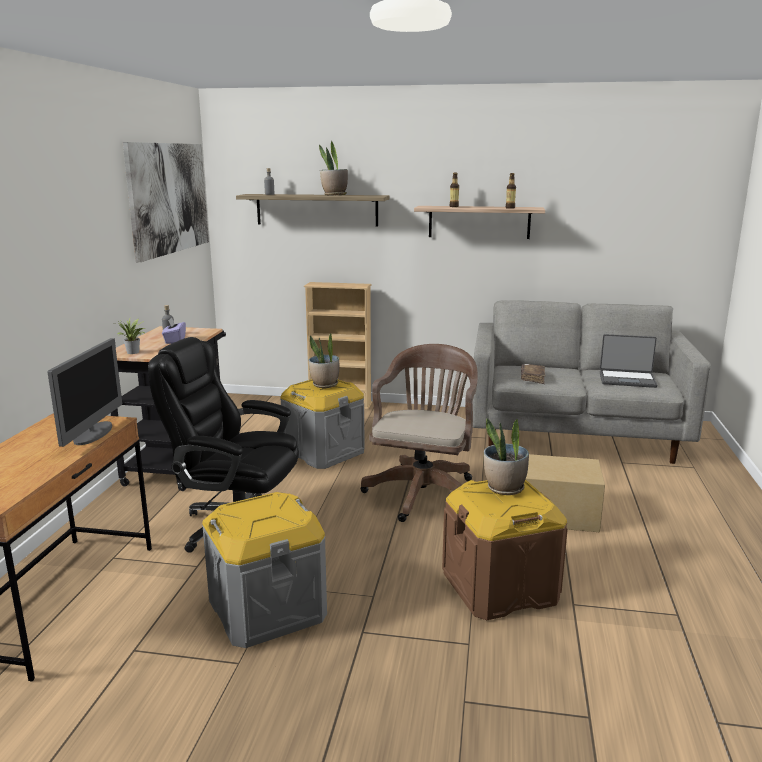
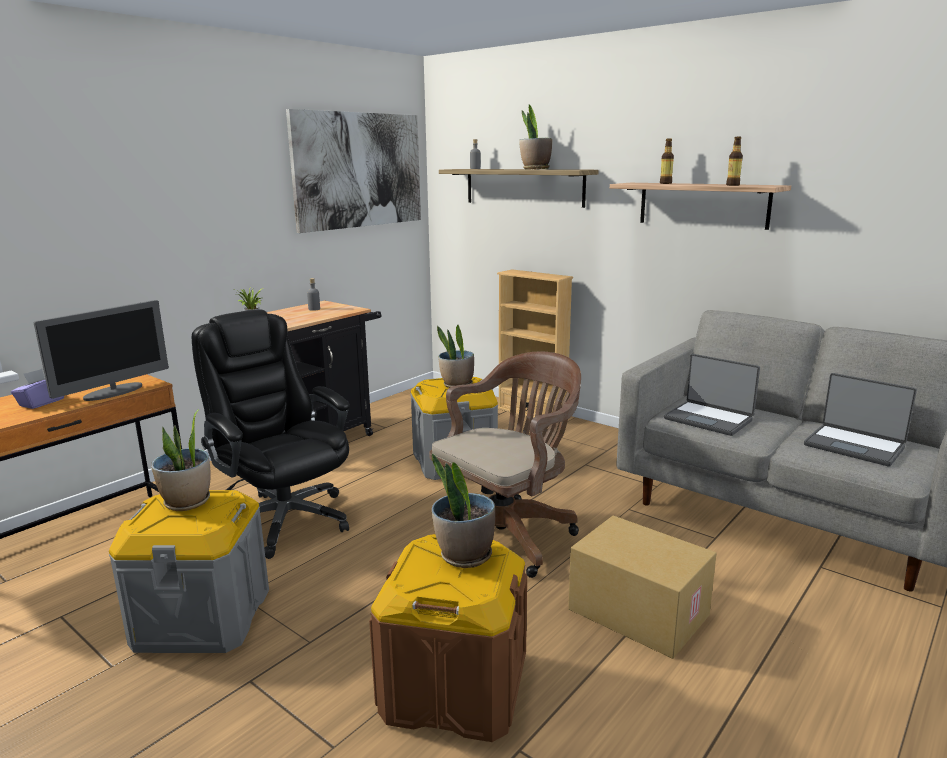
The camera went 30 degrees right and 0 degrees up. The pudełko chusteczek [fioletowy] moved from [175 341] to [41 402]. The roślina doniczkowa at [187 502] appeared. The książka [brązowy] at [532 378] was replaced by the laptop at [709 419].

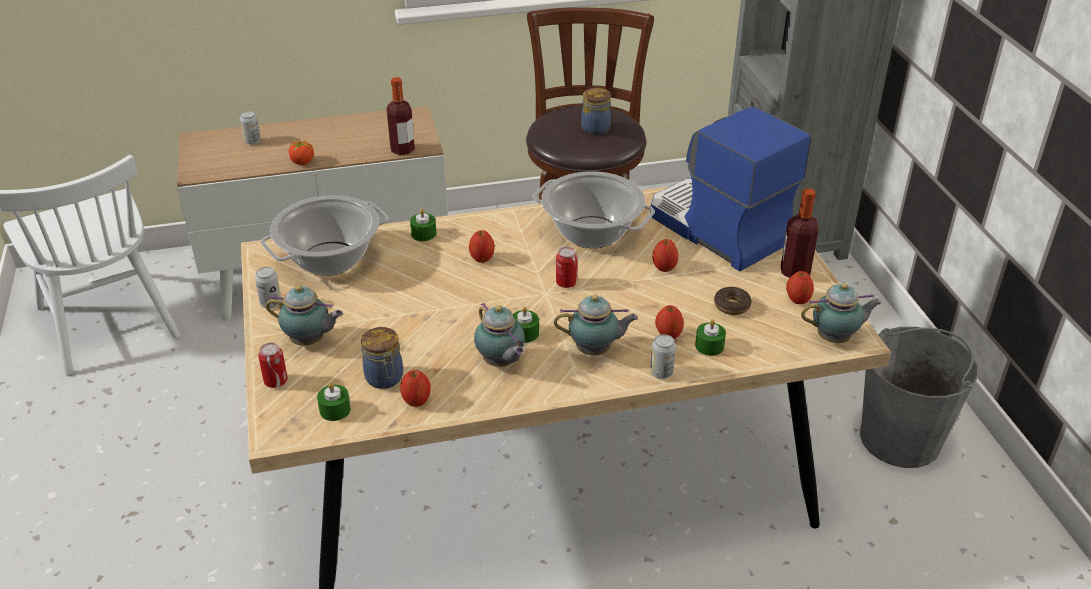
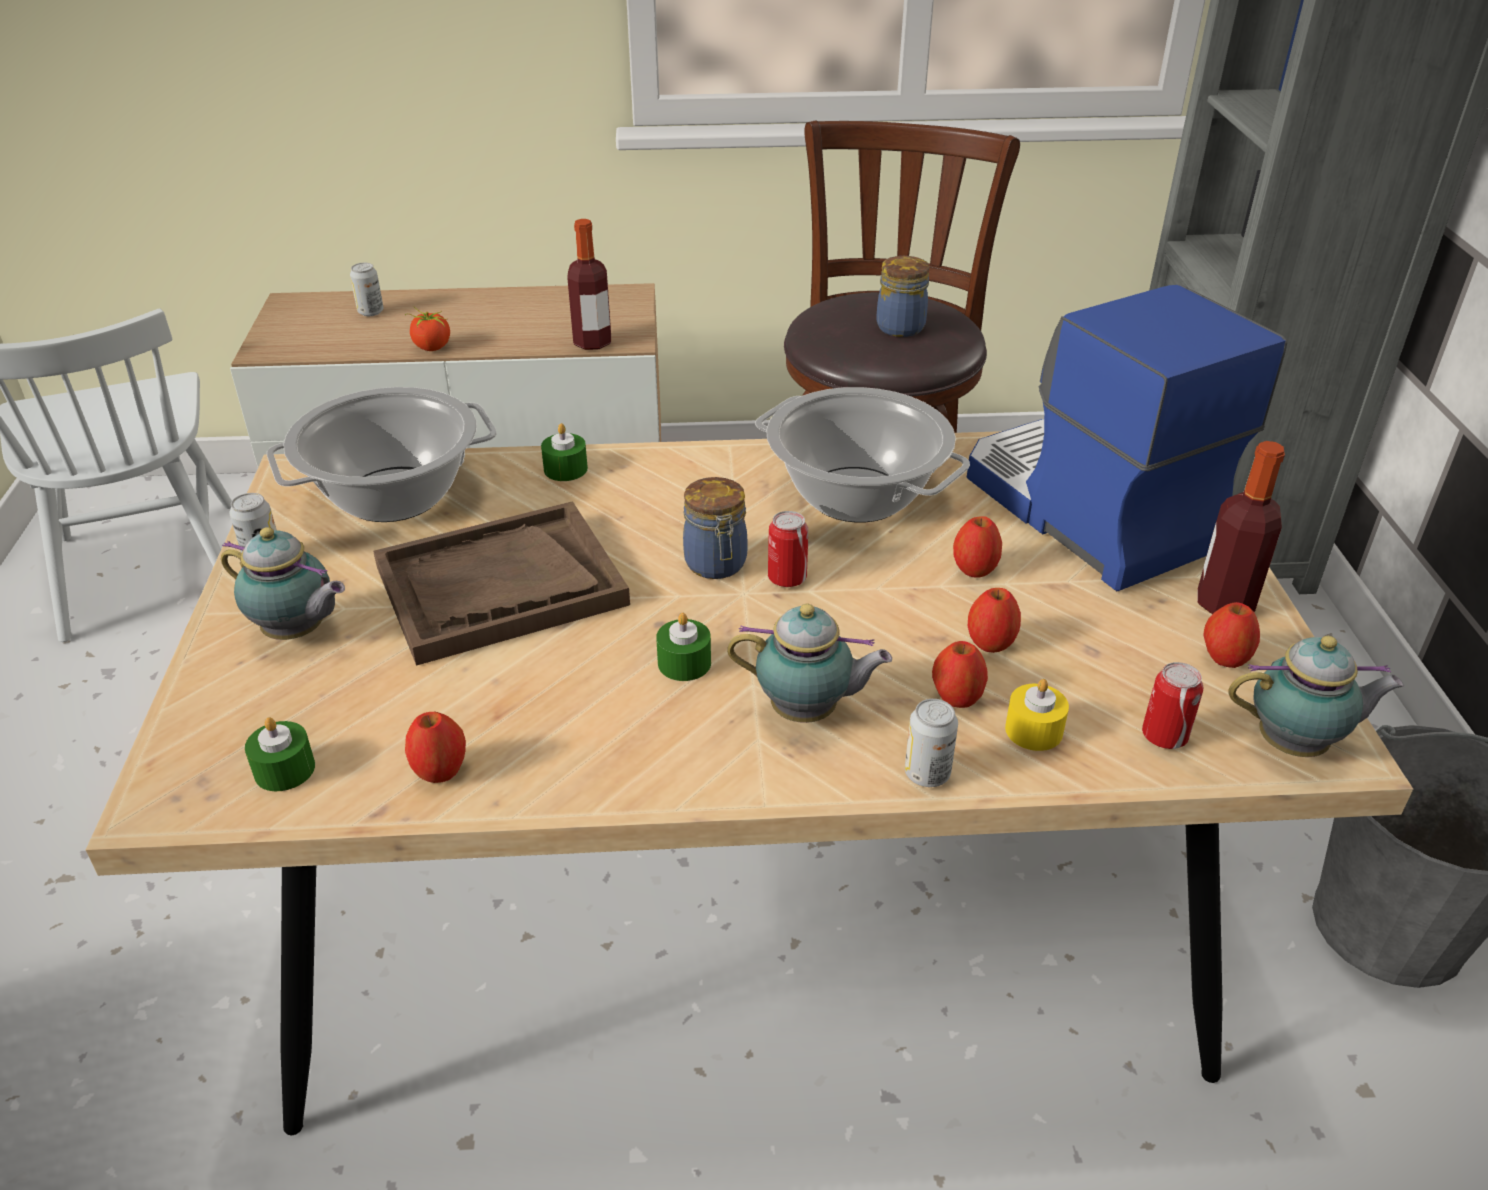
The camera went 10 degrees right and 0 degrees up. The taca [brązowy] at [500 586] appeared. The słoik moved from [385 379] to [716 565]. The jabłko moved from [482 258] to [991 643]. The świeca [zielony] at [709 346] became the świeca [żółty] at [1033 730]. The puszka moved from [276 381] to [1164 736]. The imbryk at [501 363] disappeared. The donut at [732 305] disappeared.

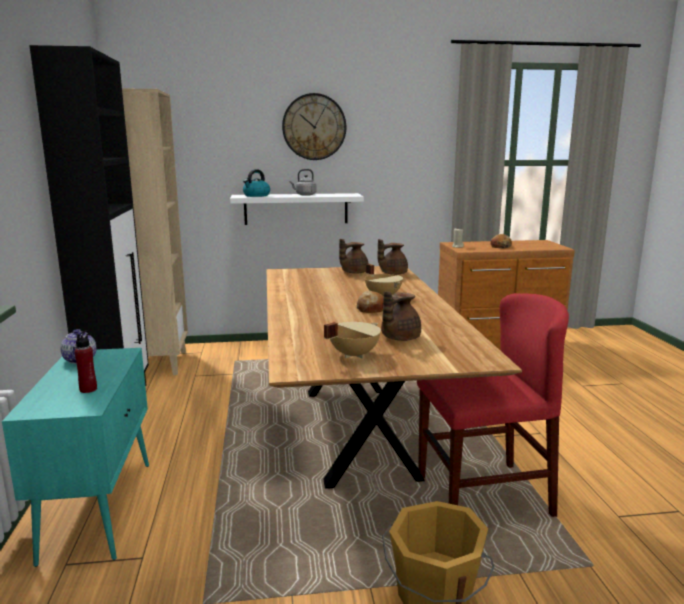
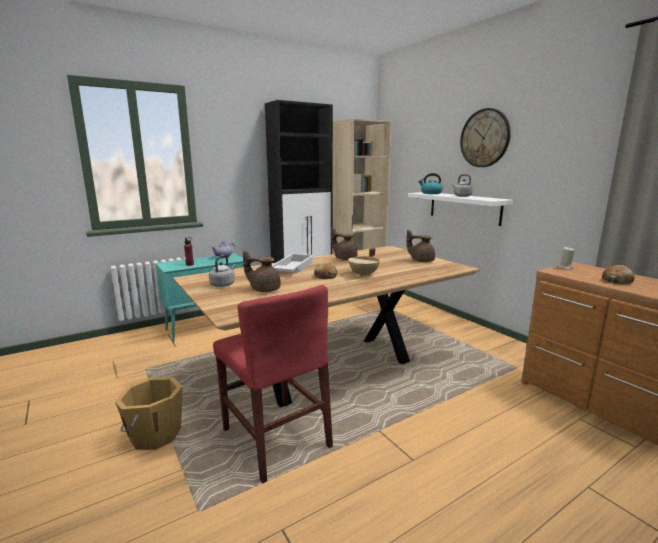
The camera went 65 degrees right and 0 degrees up. The garnek [beżowy] at [353 354] was replaced by the czajnik [szary] at [223 284]. The taca [biały] at [291 268] appeared. The imbryk [brązowy] moved from [392 273] to [345 258].

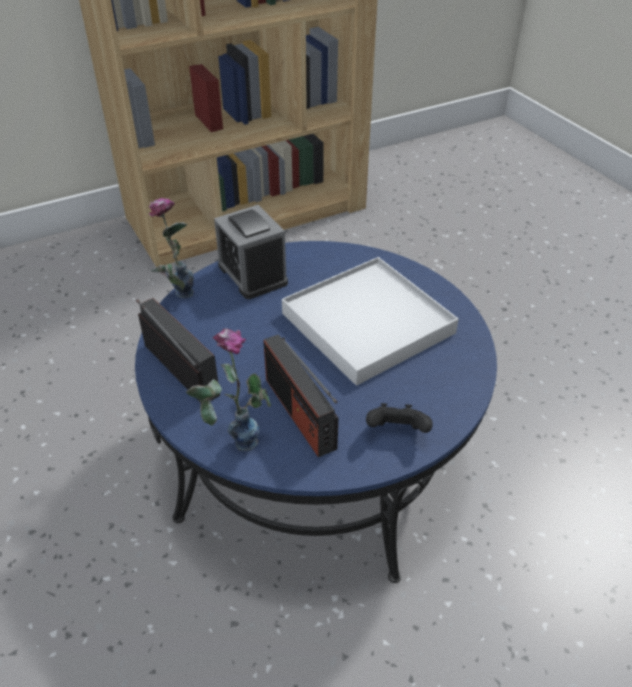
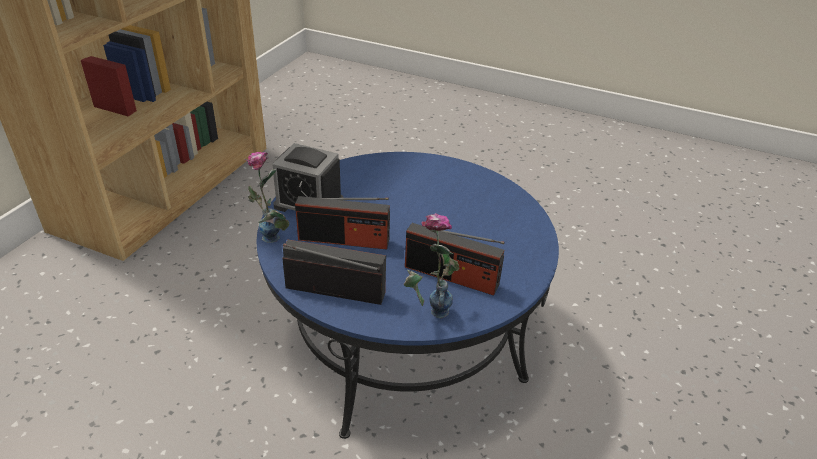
The camera went 40 degrees left and 5 degrees down. The radio at [344 239] appeared. The taca [biały] at [368 323] disappeared. The pad do gier [czarny] at [397 432] disappeared.

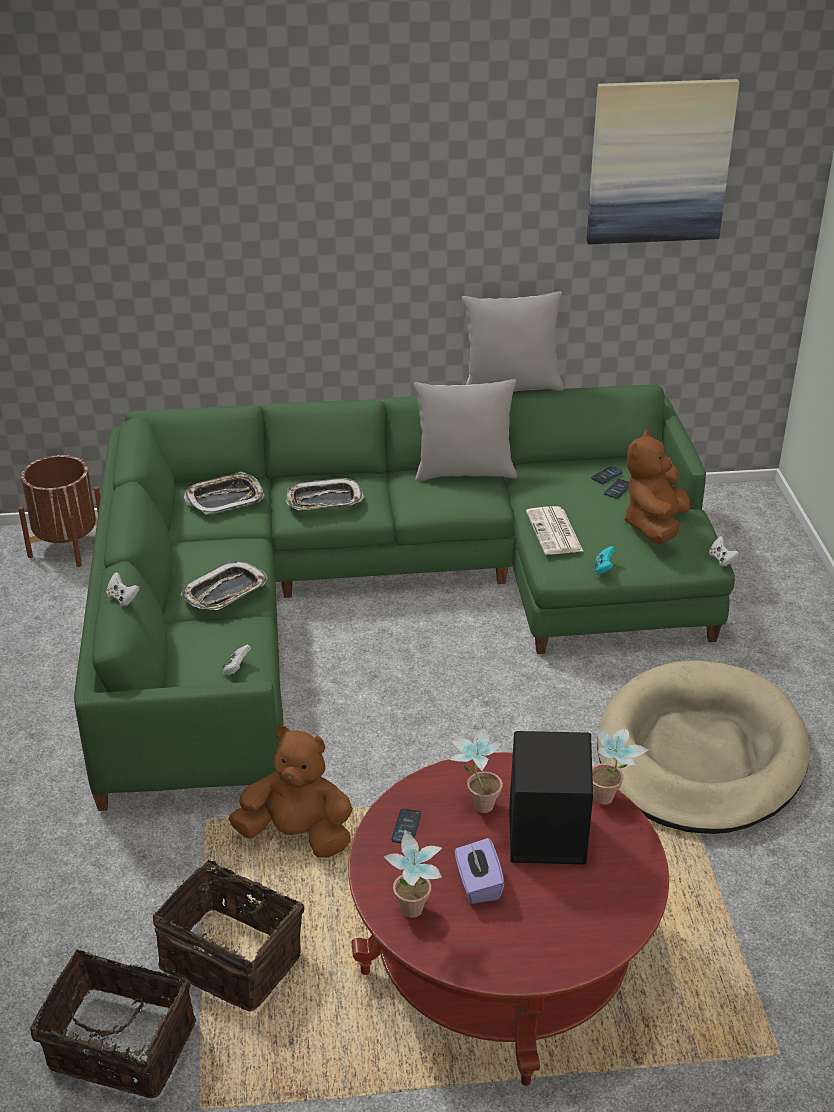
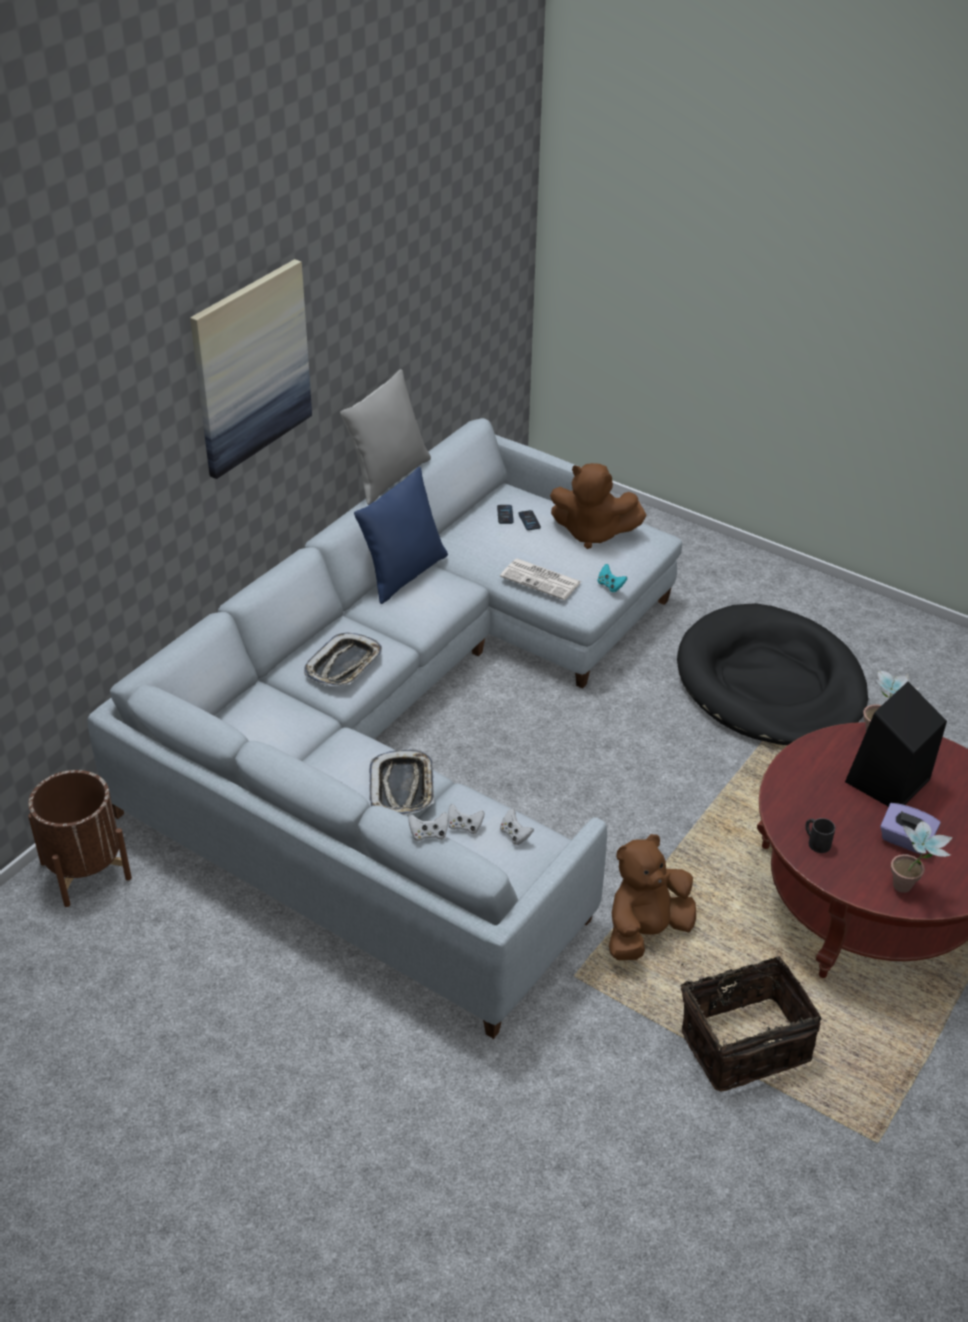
The camera went 50 degrees left and 5 degrees up. The kanapa [zielony] at [377 596] became the kanapa [szary] at [413 725]. The obraz moved from [659 162] to [251 368]. The poduszka [szary] at [464 472] became the poduszka [niebieski] at [403 574]. The pad do gier [biały] moved from [721 560] to [464 826]. The pluszak [brązowy] at [654 526] turned 45 degrees counterclockwise. The legowisko [beżowy] at [700 754] became the legowisko [czarny] at [770 683]. The telefon at [406 827] was replaced by the kubek [czarny] at [816 841]. The koszyk at [120 1049] disappeared. The taca at [225 498] disappeared. The roślina doniczkowa at [476 805] disappeared.

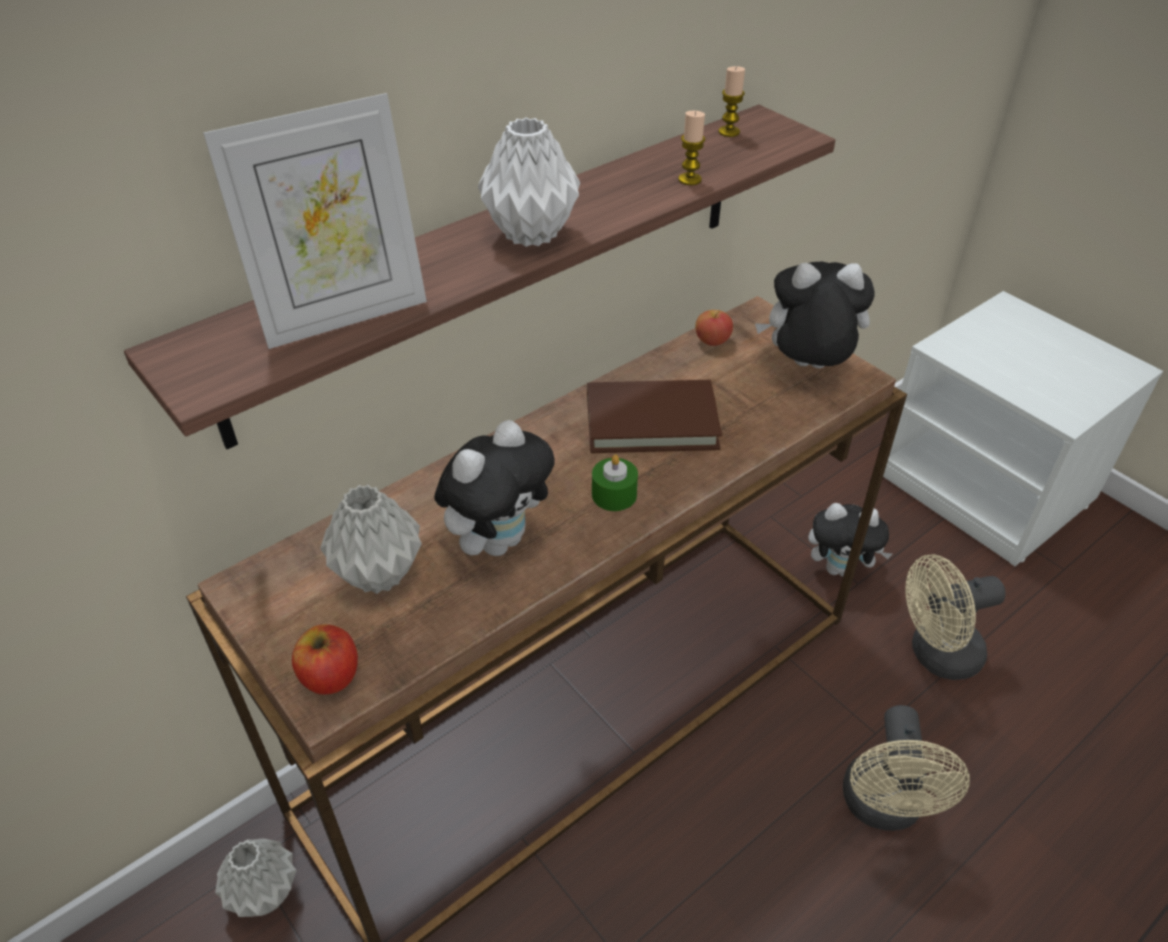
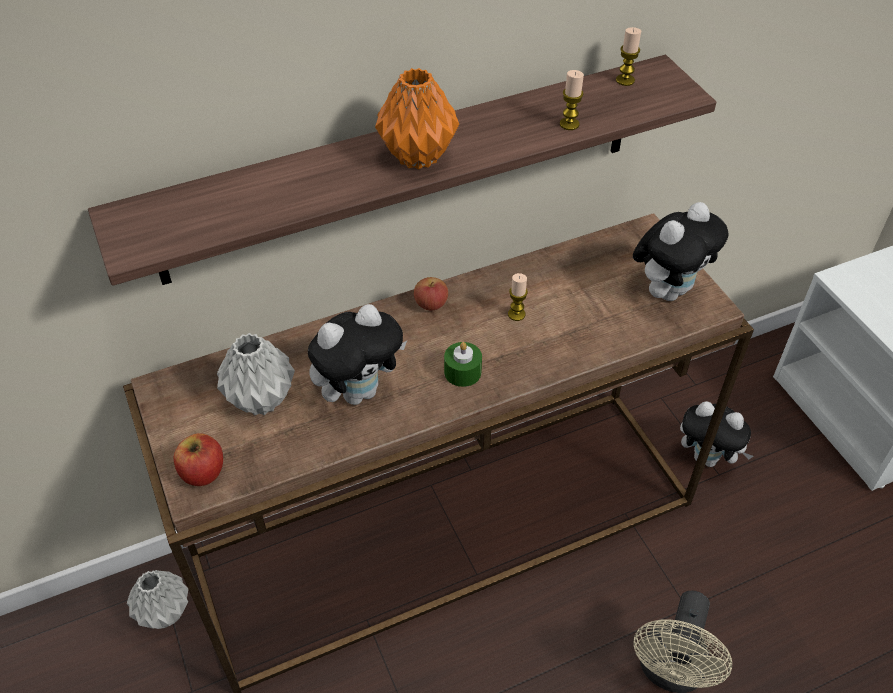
The camera went 15 degrees right and 5 degrees up. The wazon [biały] at [530 233] became the wazon [pomarańczowy] at [417 155]. The jabłko moved from [712 340] to [431 304]. The książka [brązowy] at [651 422] was replaced by the świeca at [516 314]. The pluszak at [806 368] turned 120 degrees clockwise. The ramka na zdjęcie at [344 315] disappeared. The wentylator [beżowy] at [935 655] disappeared.

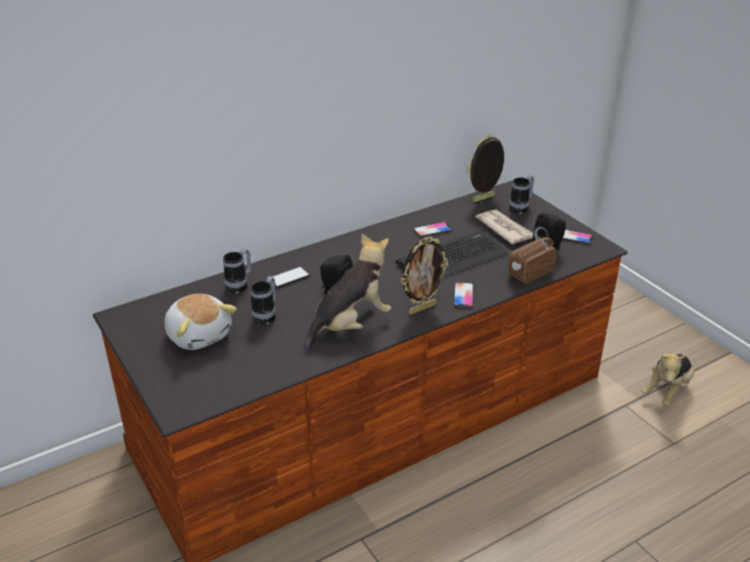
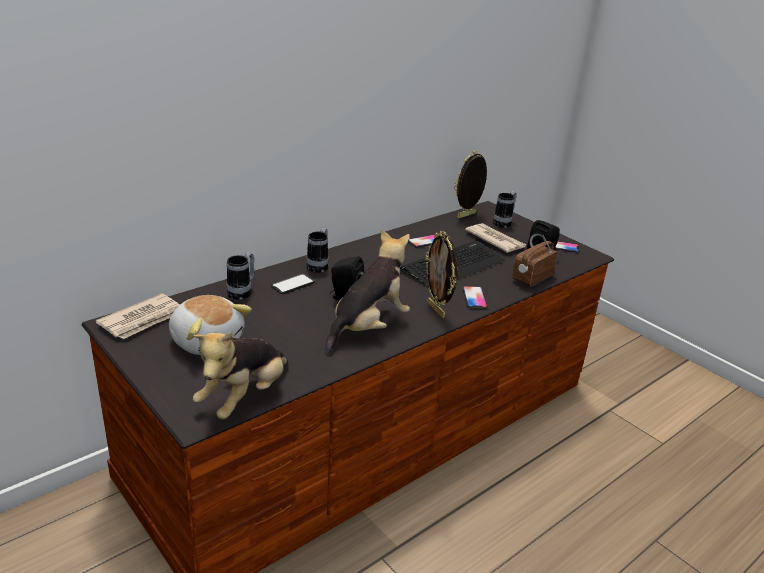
The camera went 10 degrees left and 5 degrees down. The gazeta at [143 319] appeared. The pluszak moved from [667 391] to [244 398]. The kubek moved from [266 316] to [319 266]. The ramka na zdjęcie at [422 308] turned 105 degrees clockwise.

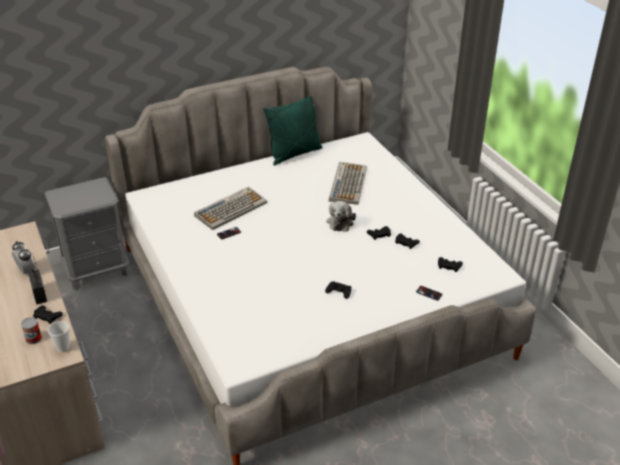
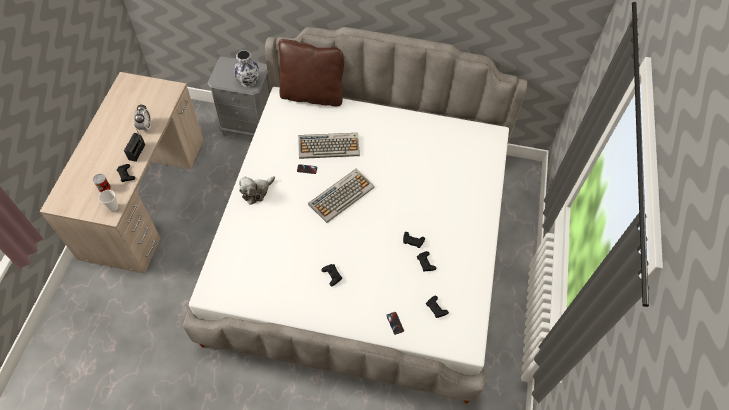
The camera went 35 degrees right and 20 degrees up. The wazon at [248 81] appeared. The pluszak moved from [340 221] to [256 192]. The poduszka [brązowy] at [312 95] appeared. The klawiatura moved from [347 184] to [341 195]. The poduszka [zielony] at [294 154] disappeared.

